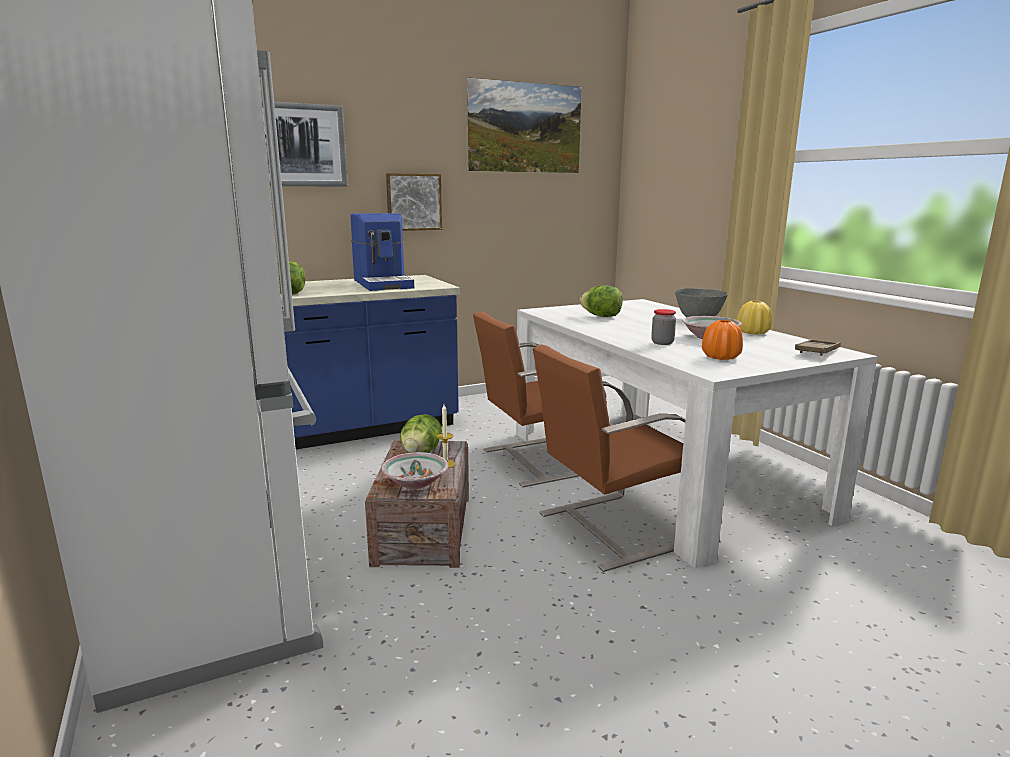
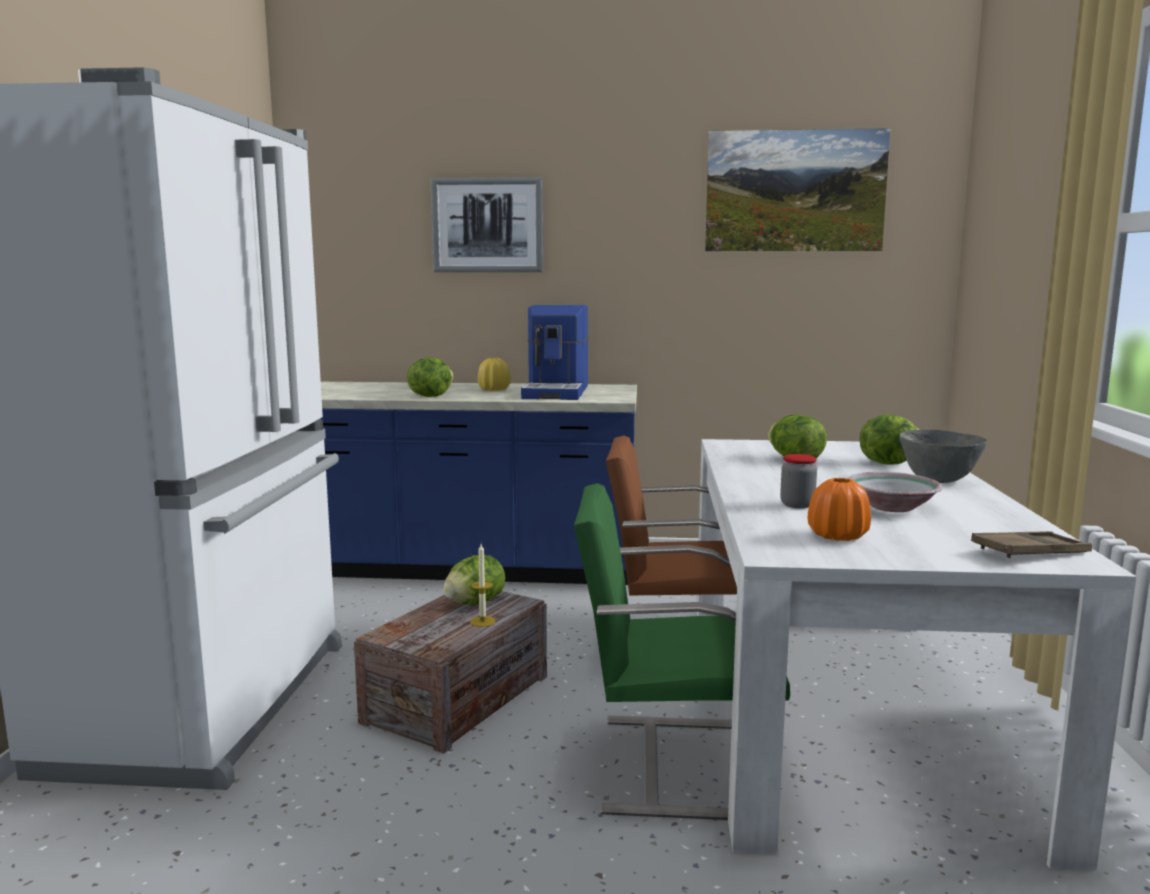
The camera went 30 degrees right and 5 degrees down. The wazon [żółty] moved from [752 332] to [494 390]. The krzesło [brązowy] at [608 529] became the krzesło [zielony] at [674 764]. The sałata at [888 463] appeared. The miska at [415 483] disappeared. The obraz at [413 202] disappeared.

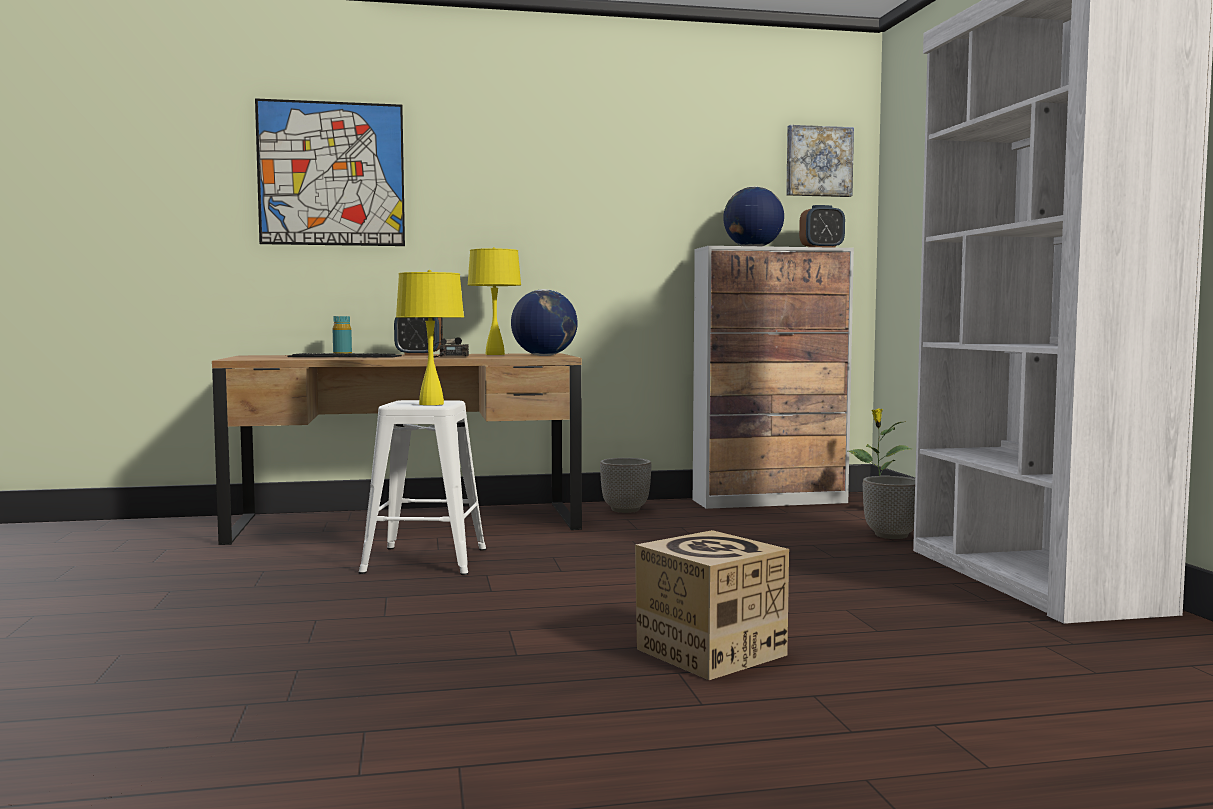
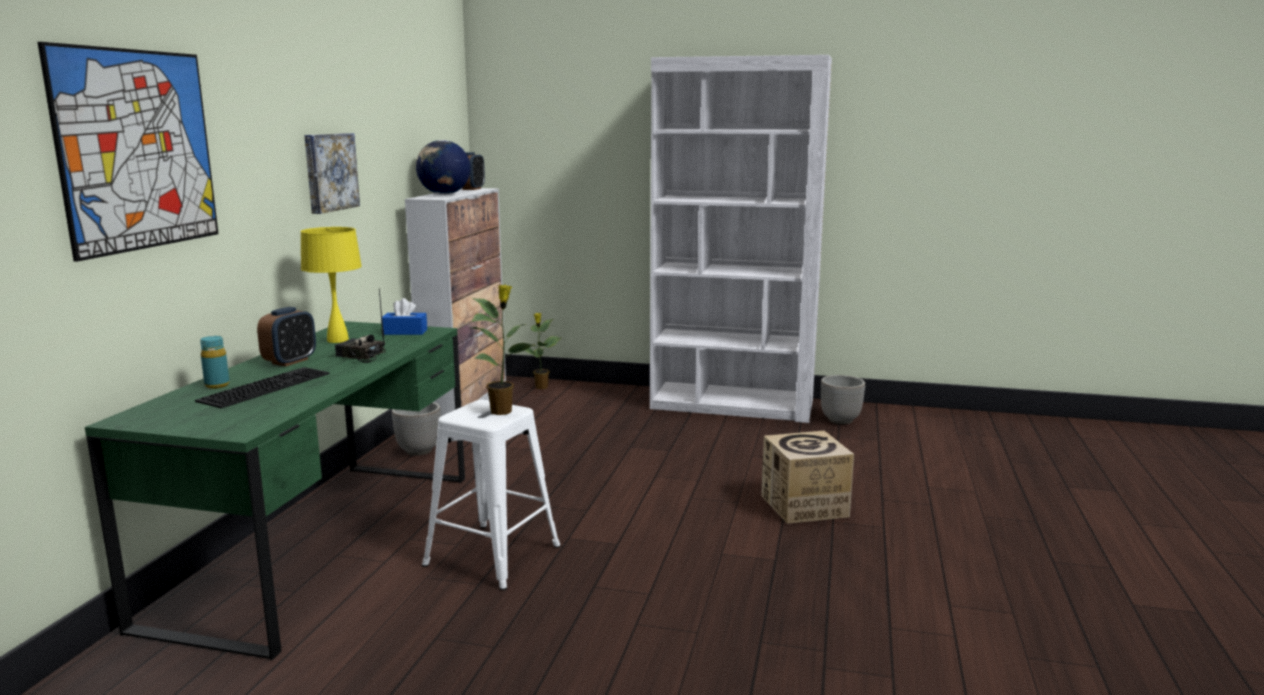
The camera went 65 degrees left and 10 degrees up. The biurko [brązowy] at [407 523] became the biurko [zielony] at [323 543]. The obraz moved from [818 162] to [329 172]. The globus at [544 356] was replaced by the pudełko chusteczek [niebieski] at [405 332]. The lampa stołowa [żółty] at [431 404] was replaced by the roślina doniczkowa at [502 411]. The donica moved from [891 536] to [841 420].

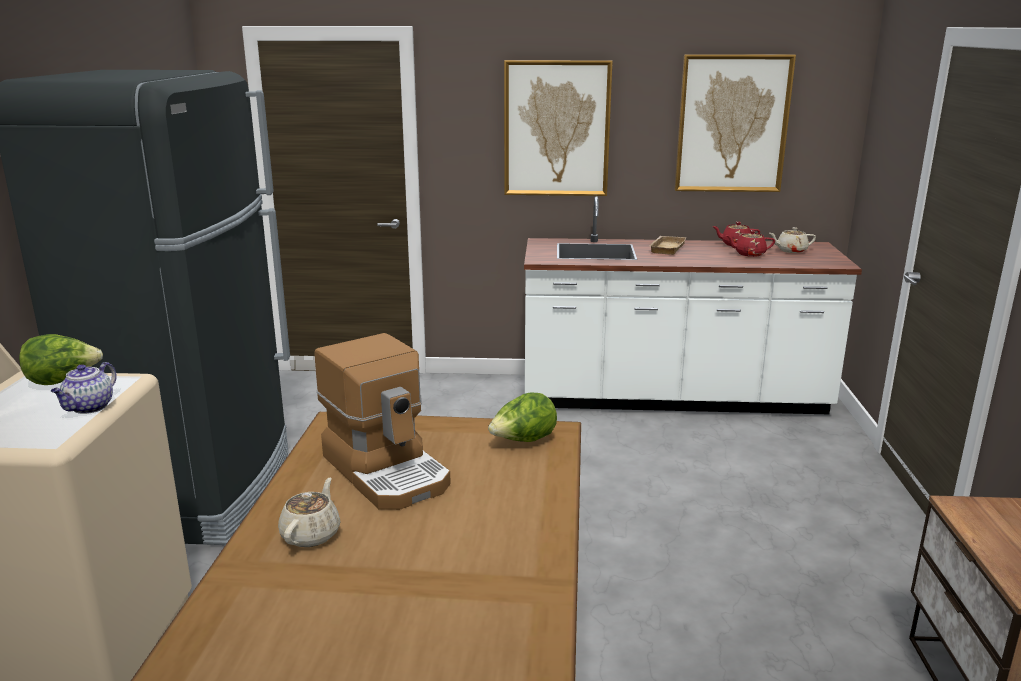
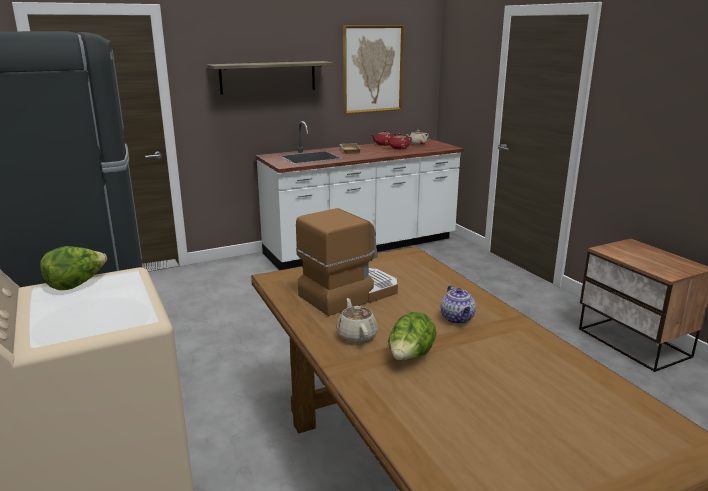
The camera went 30 degrees left and 0 degrees up. The obraz at [556 129] was replaced by the półka at [268 77]. The ekspres do kawy at [388 470] turned 60 degrees counterclockwise. The sałata moved from [523 441] to [410 358]. The imbryk moved from [89 408] to [457 319].

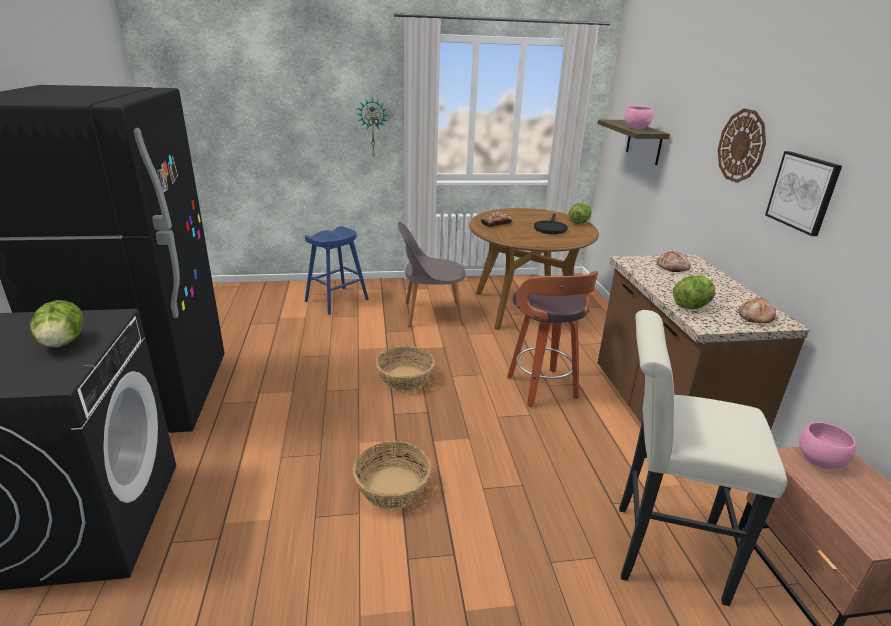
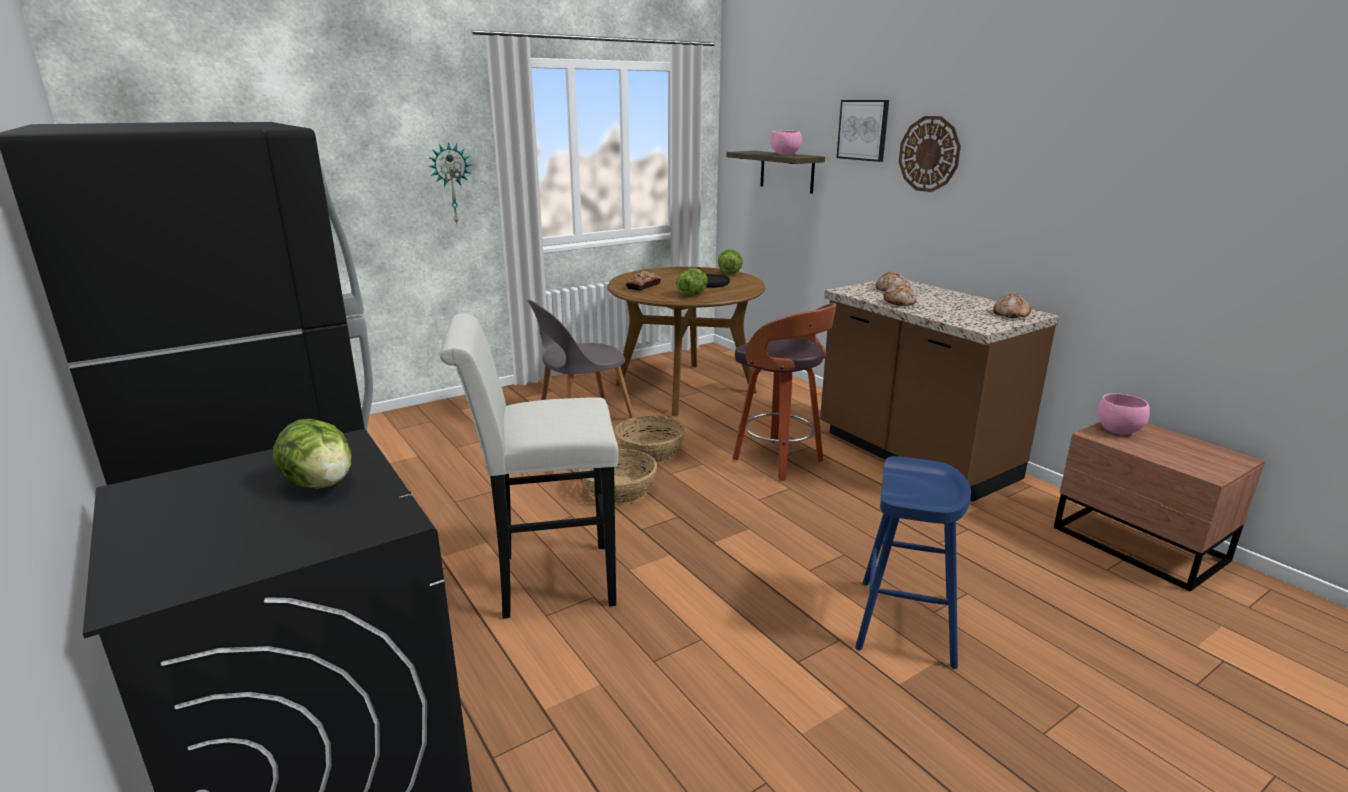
The camera went 25 degrees left and 5 degrees down. The stołek [biały] moved from [658 549] to [545 581]. The koszyk moved from [391 487] to [650 452]. The sałata moved from [691 306] to [692 295]. The obraz moved from [803 192] to [863 130]. The stołek [niebieski] moved from [337 300] to [906 622]. The chleb at [899 302] appeared.

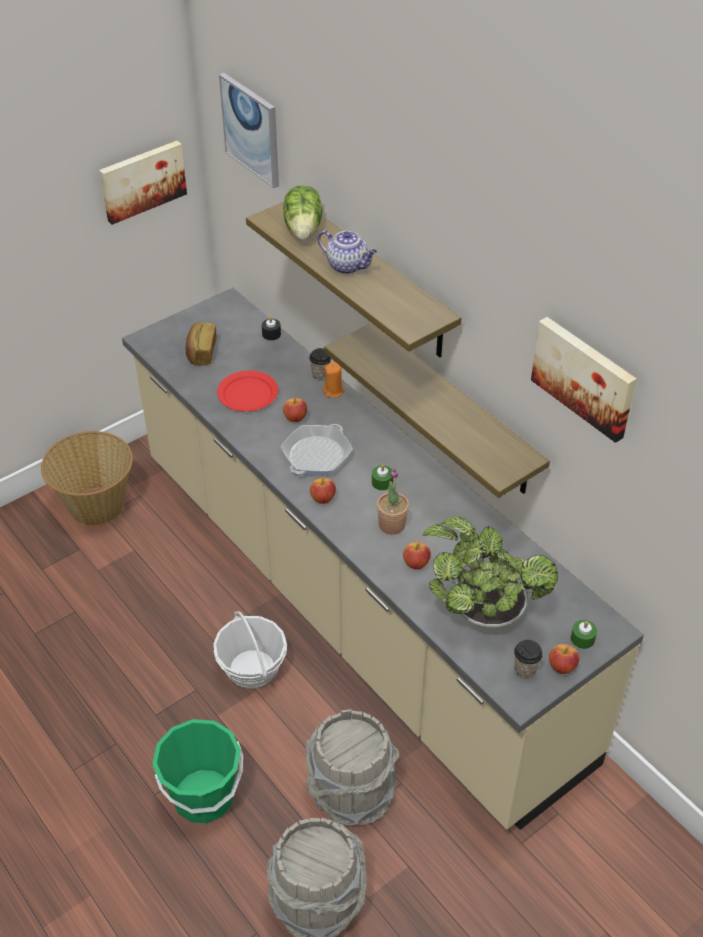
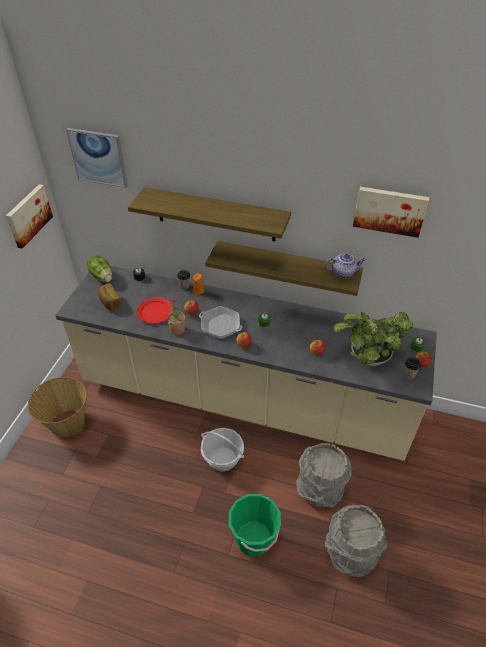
The camera went 35 degrees left and 0 degrees up. The sałata moved from [304 229] to [102 276]. The roślina doniczkowa moved from [392 525] to [177 330]. The patelnia at [316 455] turned 60 degrees counterclockwise. The imbryk moved from [348 266] to [343 273].

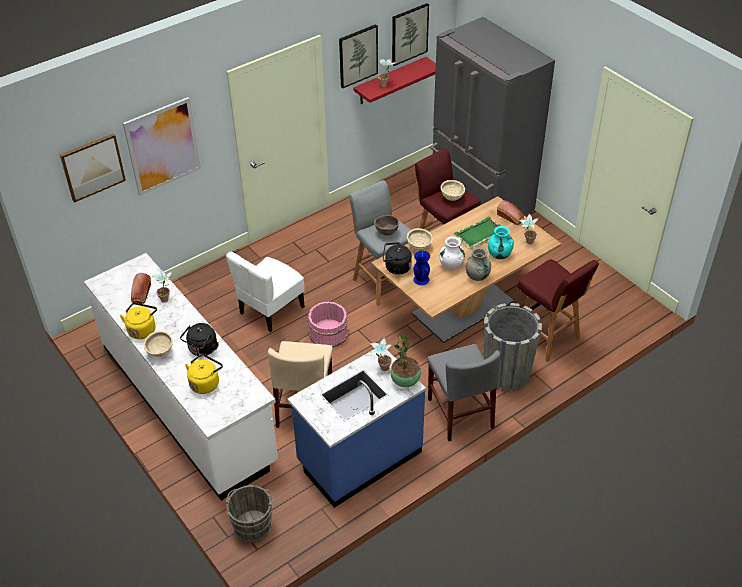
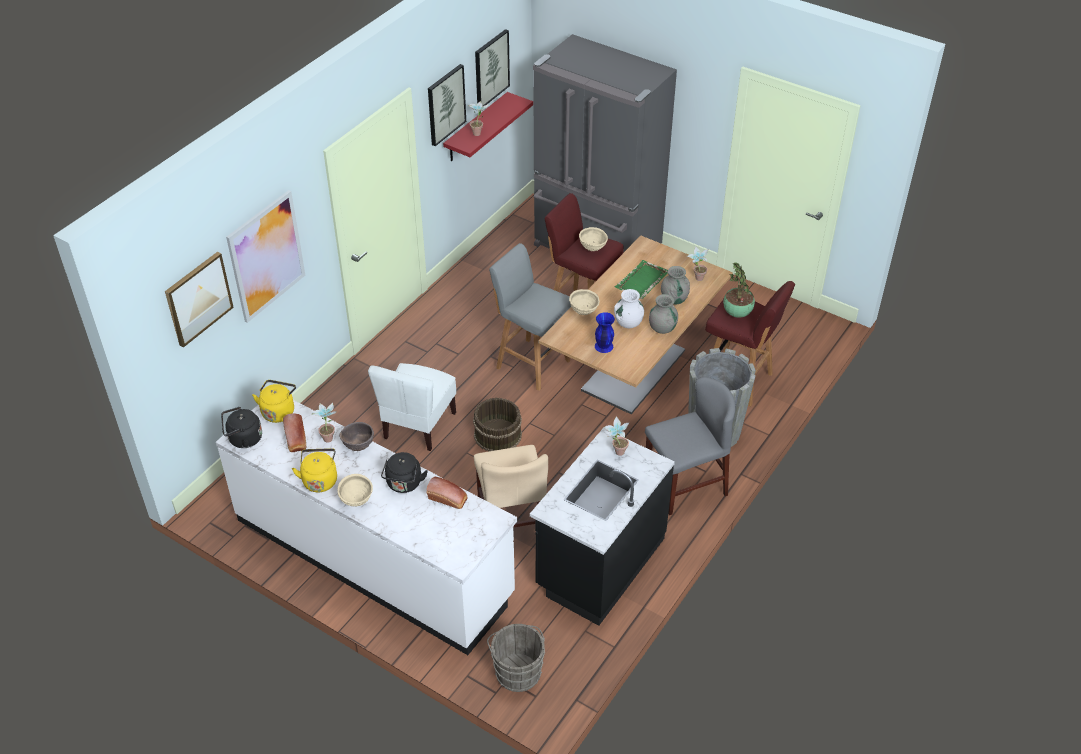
The camera went 20 degrees left and 0 degrees up. The czajnik [czarny] moved from [396 268] to [243 439]. The czajnik [żółty] moved from [205 383] to [278 411]. The miska [brązowy] moved from [386 232] to [358 446]. The chleb moved from [511 218] to [448 499]. The wiadro [różowy] at [328 333] became the wiadro [brązowy] at [497 435]. The zabudowa kuchenna [niebieski] at [359 457] became the zabudowa kuchenna [czarny] at [599 563]. The krzesło [szary] at [460 413] turned 75 degrees counterclockwise. The wazon [turkusowy] at [499 254] became the wazon [szary] at [674 299]. The roślina doniczkowa moved from [405 382] to [737 314].

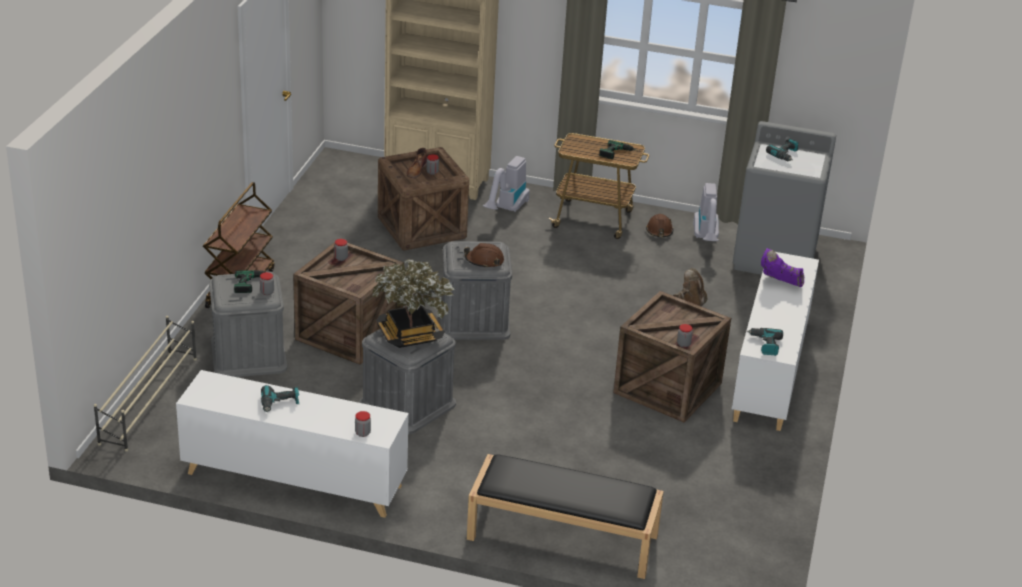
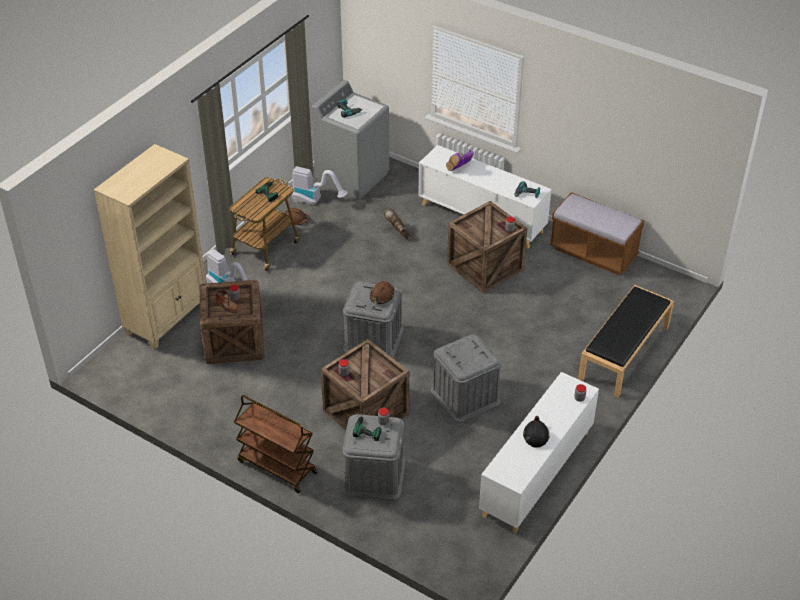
The camera went 70 degrees left and 10 degrees up. The wiertarka at [280 404] was replaced by the kask [czarny] at [535 435]. The ławka [brązowy] at [593 253] appeared. The regał na buty [beżowy] at [149 400] disappeared. The roślina doniczkowa at [410 335] disappeared.

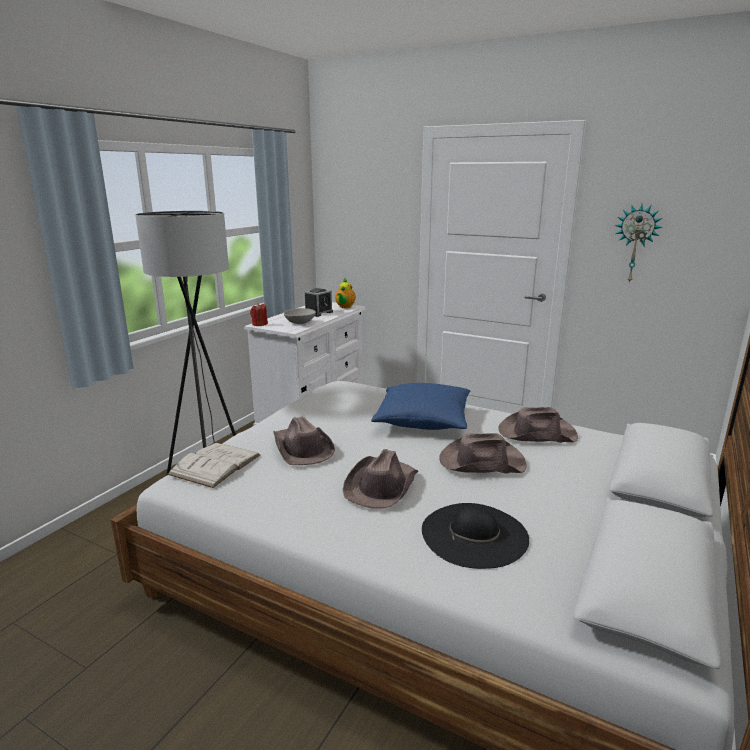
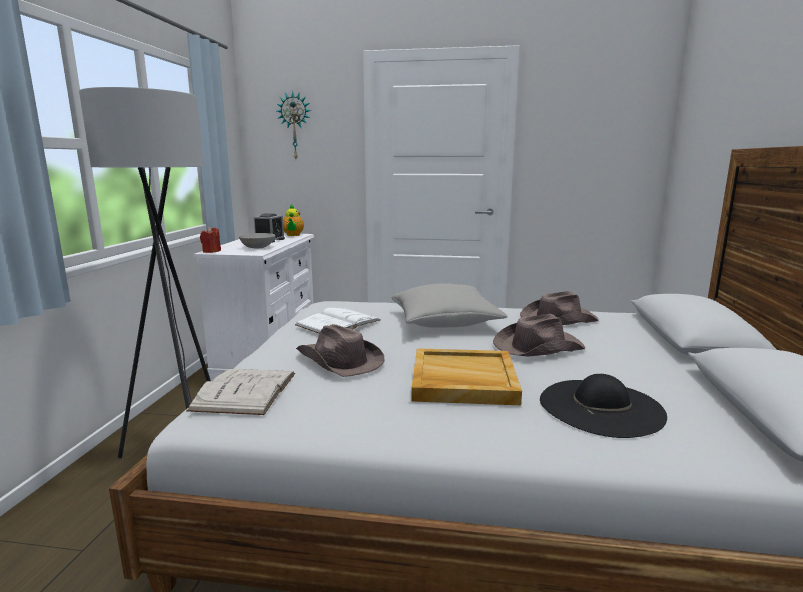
The camera went 20 degrees left and 5 degrees down. The zegar ścienny moved from [635 244] to [295 126]. The książka [biały] at [338 322] appeared. The poduszka [niebieski] at [423 421] became the poduszka [szary] at [444 322]. The kapelusz [brązowy] at [381 485] was replaced by the taca [beżowy] at [462 381].

